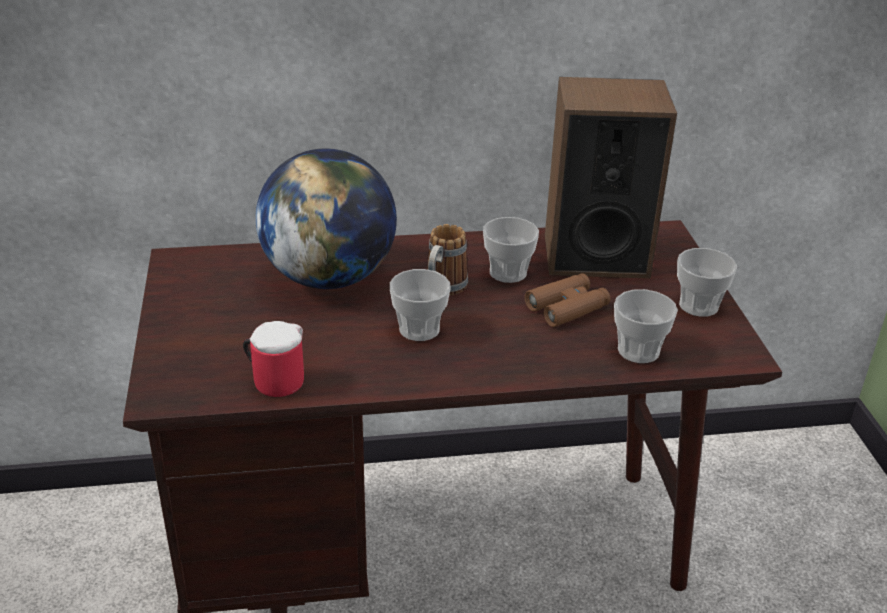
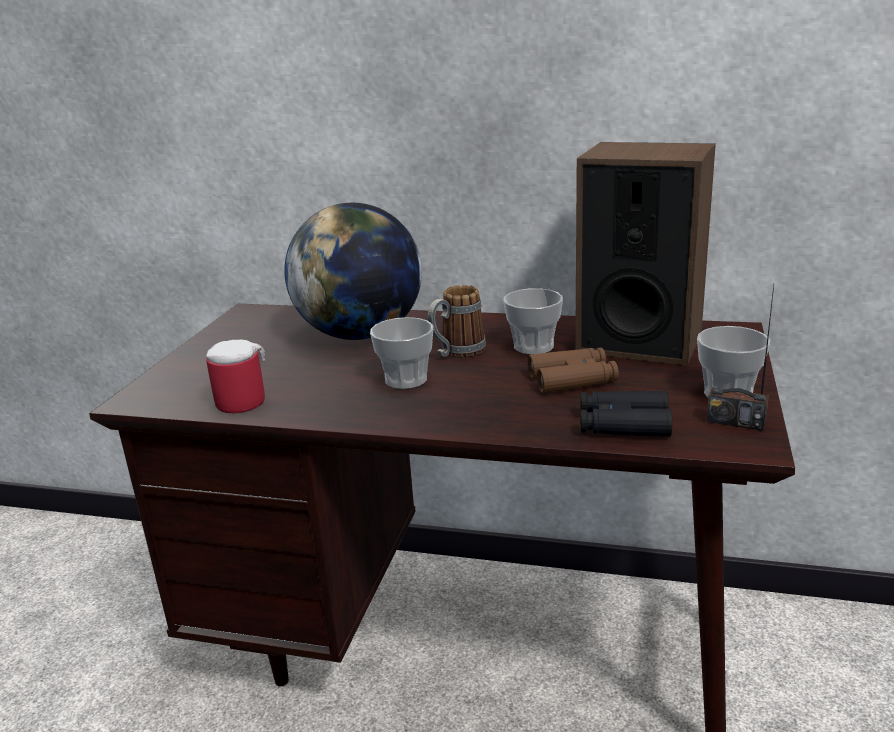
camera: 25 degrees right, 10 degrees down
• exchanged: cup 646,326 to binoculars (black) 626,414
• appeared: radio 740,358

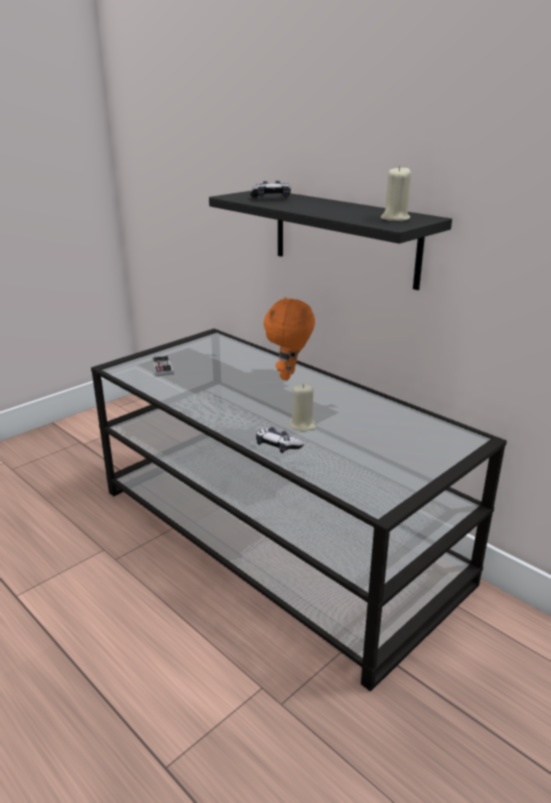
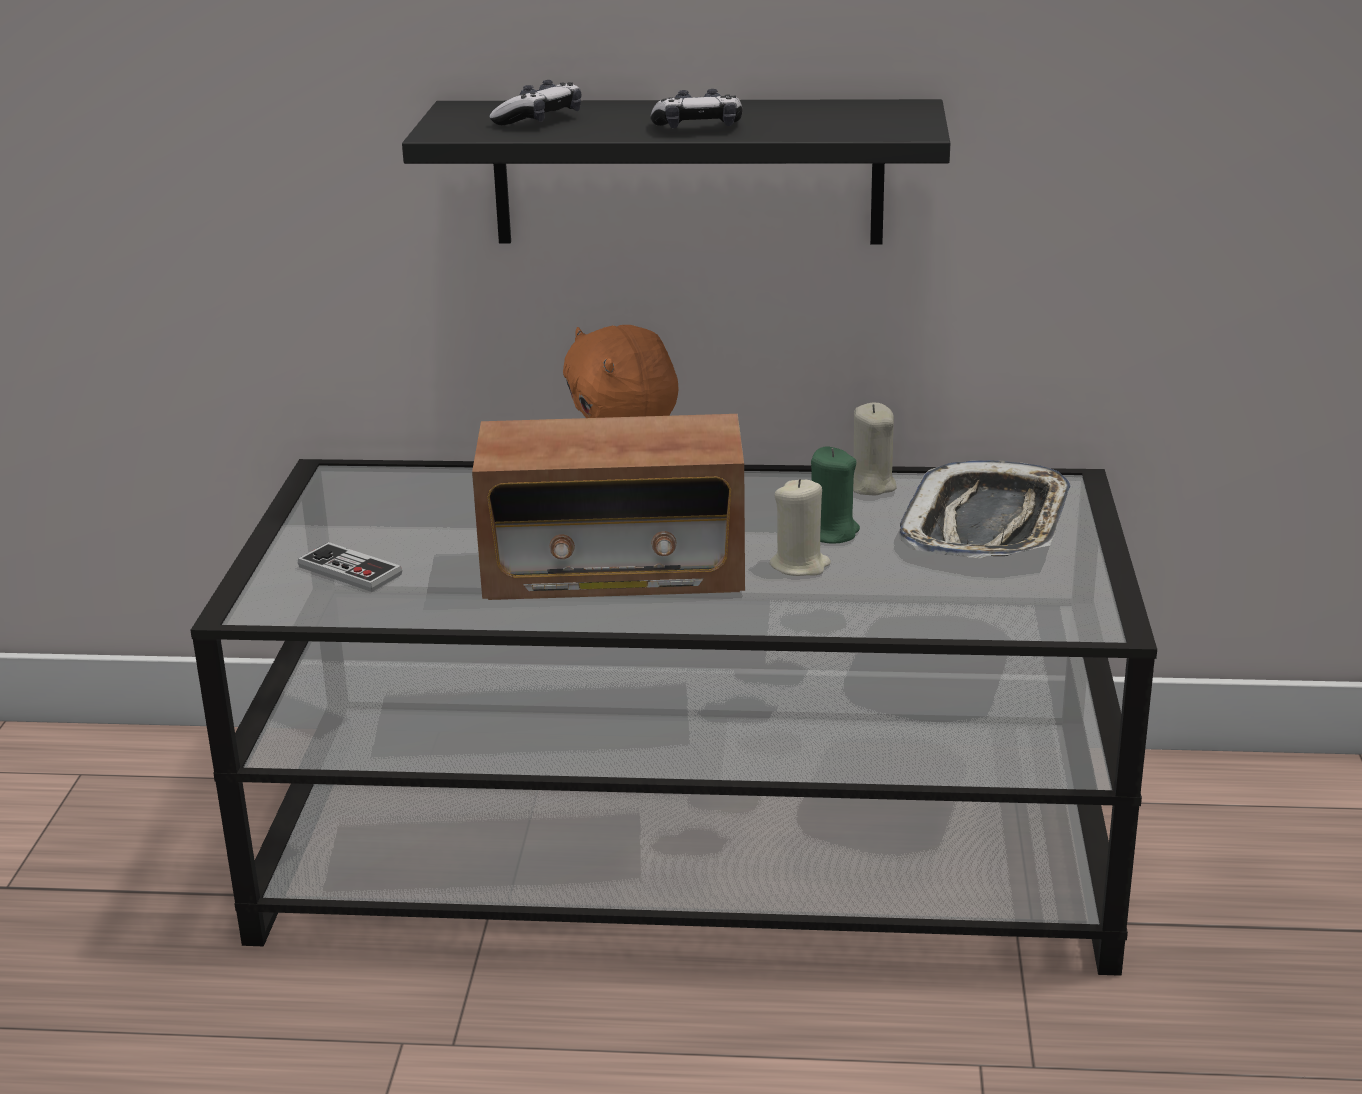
camera: 40 degrees left, 0 degrees up
• relocated: game controller 280,440 to 696,108
• relocated: candle (beige) 396,193 to 875,449
• appeared: radio 608,507
• appeared: candle (green) 835,495
• appeared: tray 985,509

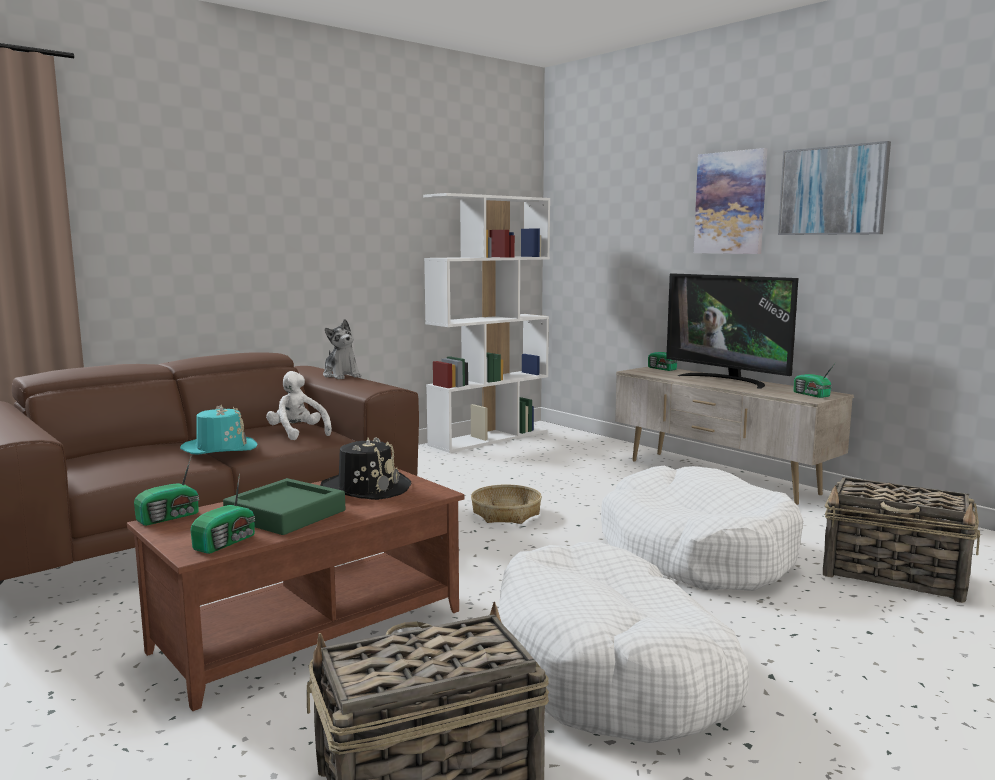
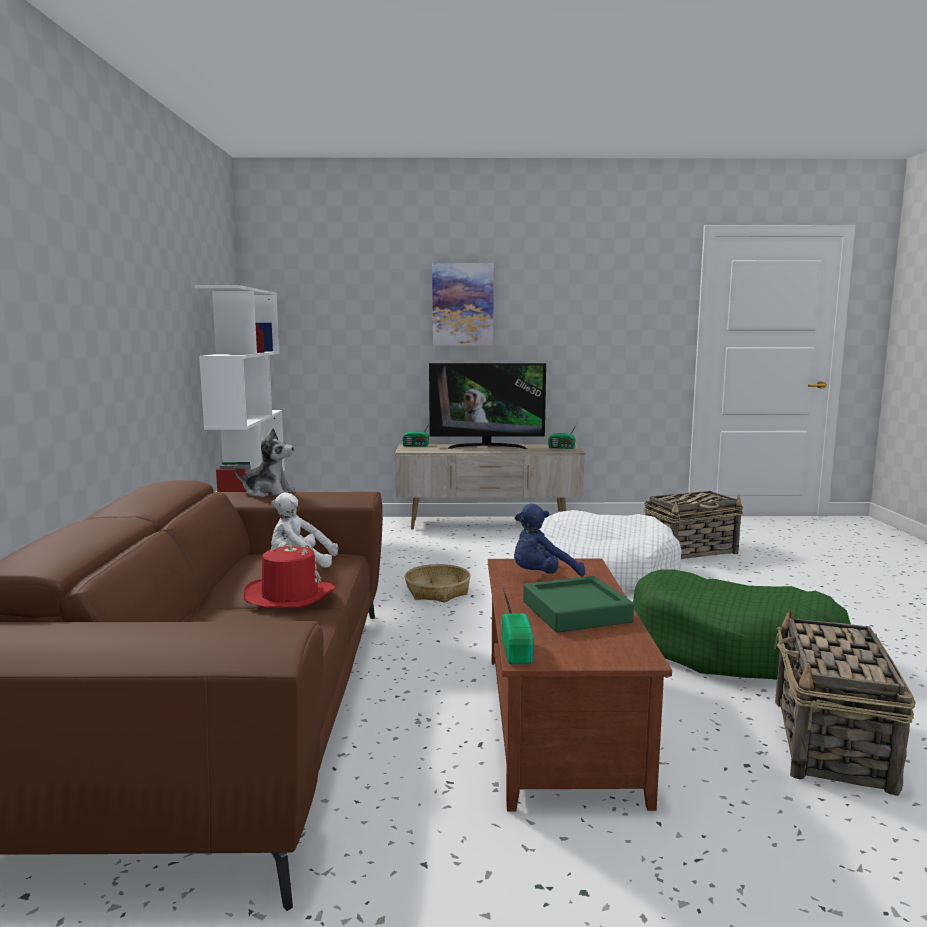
camera: 50 degrees left, 0 degrees up
• colour: hat (turquoise) 219,429 to hat (red) 290,575
• missing: radio 222,513
• exchanged: hat (black) 365,468 to plush toy (blue) 549,539
• colour: dog bed (white) 623,642 to dog bed (green) 742,624
• missing: picture 834,188

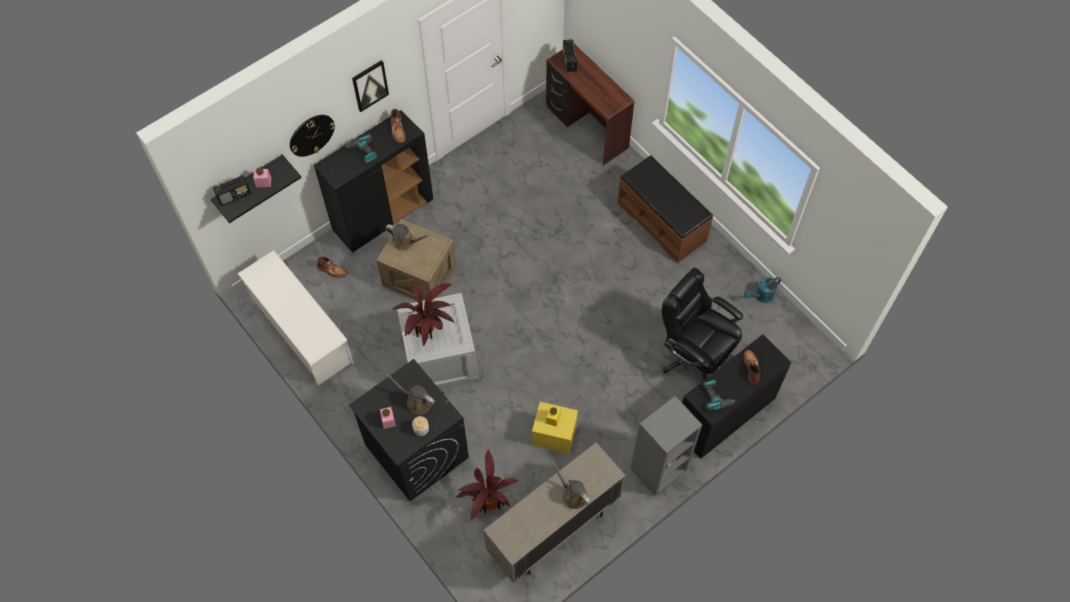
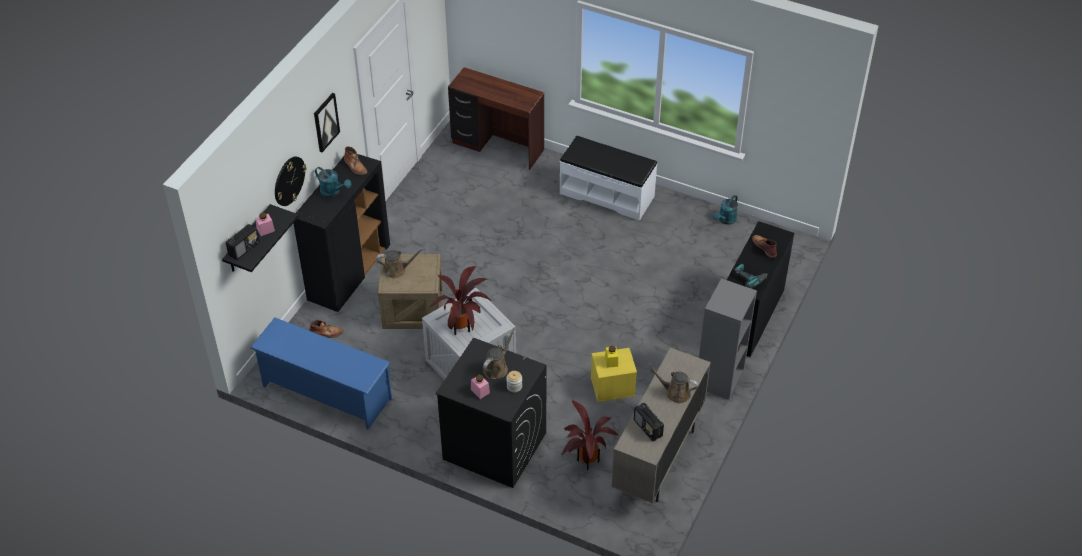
camera: 25 degrees left, 15 degrees down
• colour: shoe rack (white) 296,318 to shoe rack (blue) 321,373
• exchanged: power drill 361,148 to watering can (turquoise) 333,182
• spun: watering can (brown) 410,394 = 499,353 120 degrees clockwise
• relocated: radio 570,55 to 649,422
• colour: bench (brown) 665,209 to bench (white) 608,178
• missing: office chair (black) 702,324

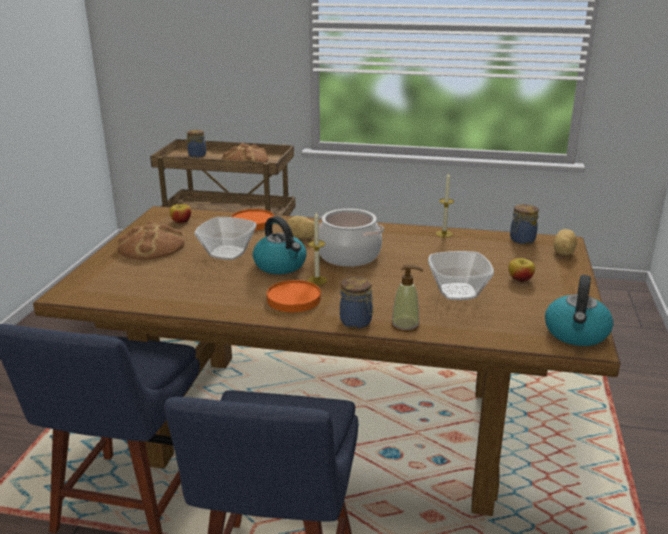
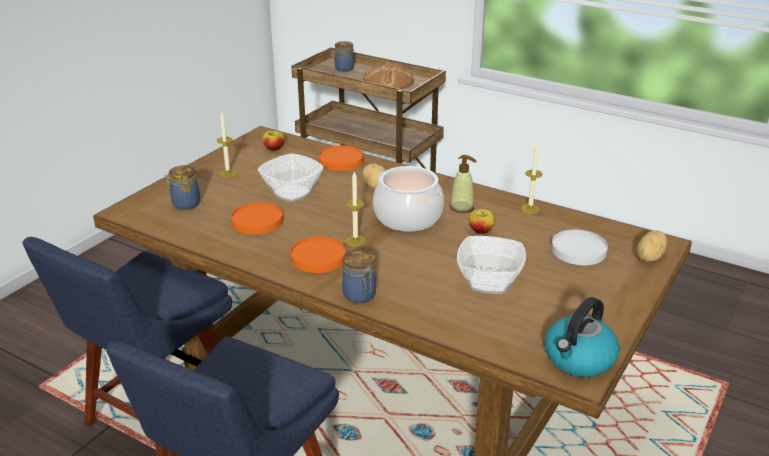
camera: 20 degrees right, 5 degrees up
• exchanged: bread 151,240 to candle 227,144
• missing: kettle 280,245
• relocated: soap dispenser 407,298 to 463,184
• relocated: apple 521,270 to 482,221
• relocated: jar 524,224 to 182,187
• appeared: plate (orange) 257,218
• appeared: plate (white) 579,247

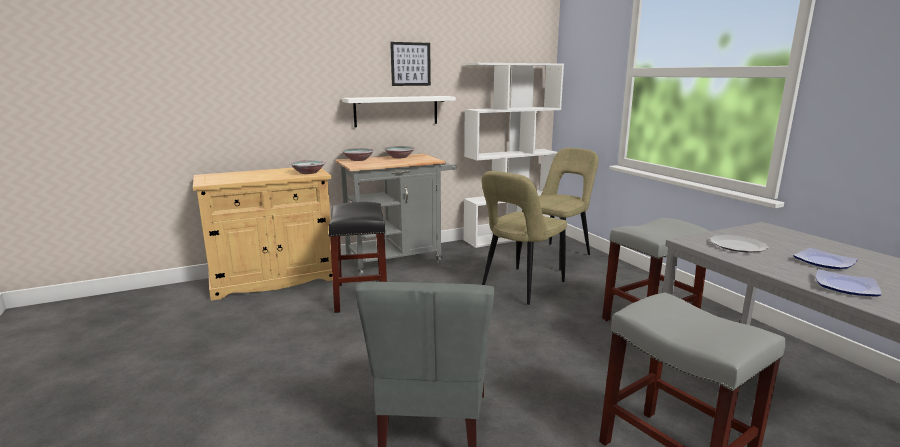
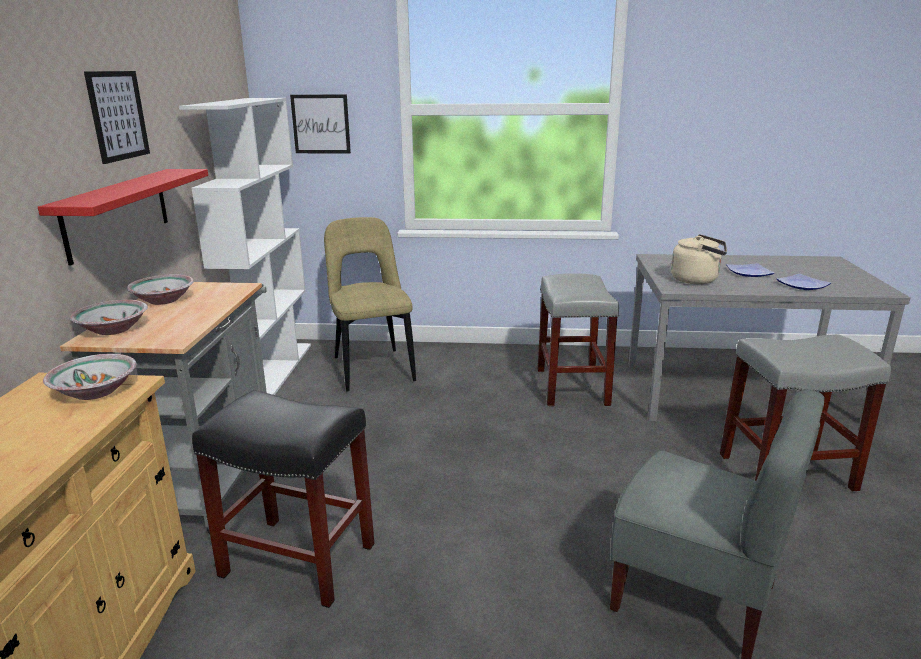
camera: 60 degrees left, 5 degrees up
• colour: shelf (white) 399,111 to shelf (red) 123,217
• missing: chair (beige) 524,238
• exchanged: plate 739,243 to kettle (beige) 699,259
• appeared: picture 320,123

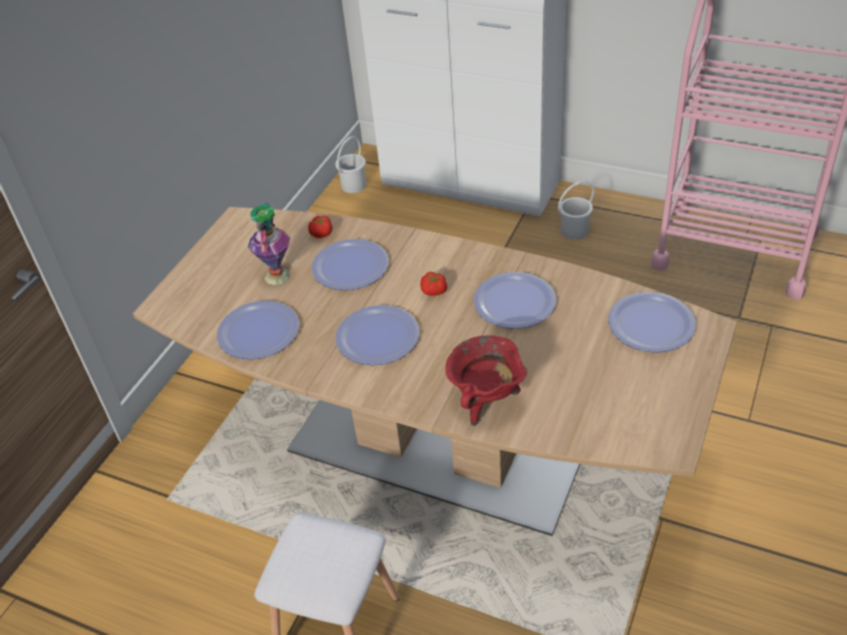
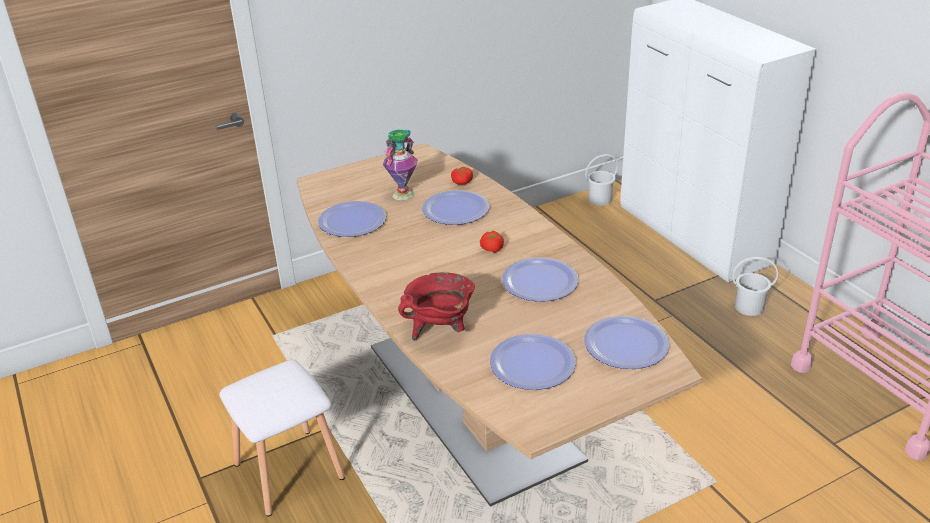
camera: 35 degrees right, 10 degrees down
• relocated: plate 377,335 to 533,362

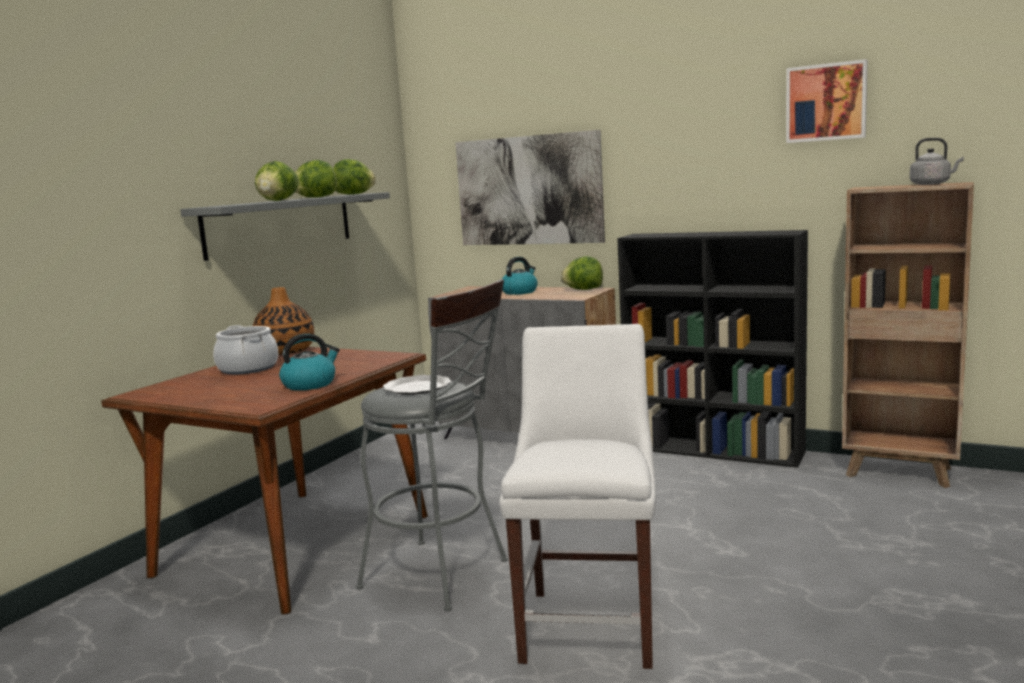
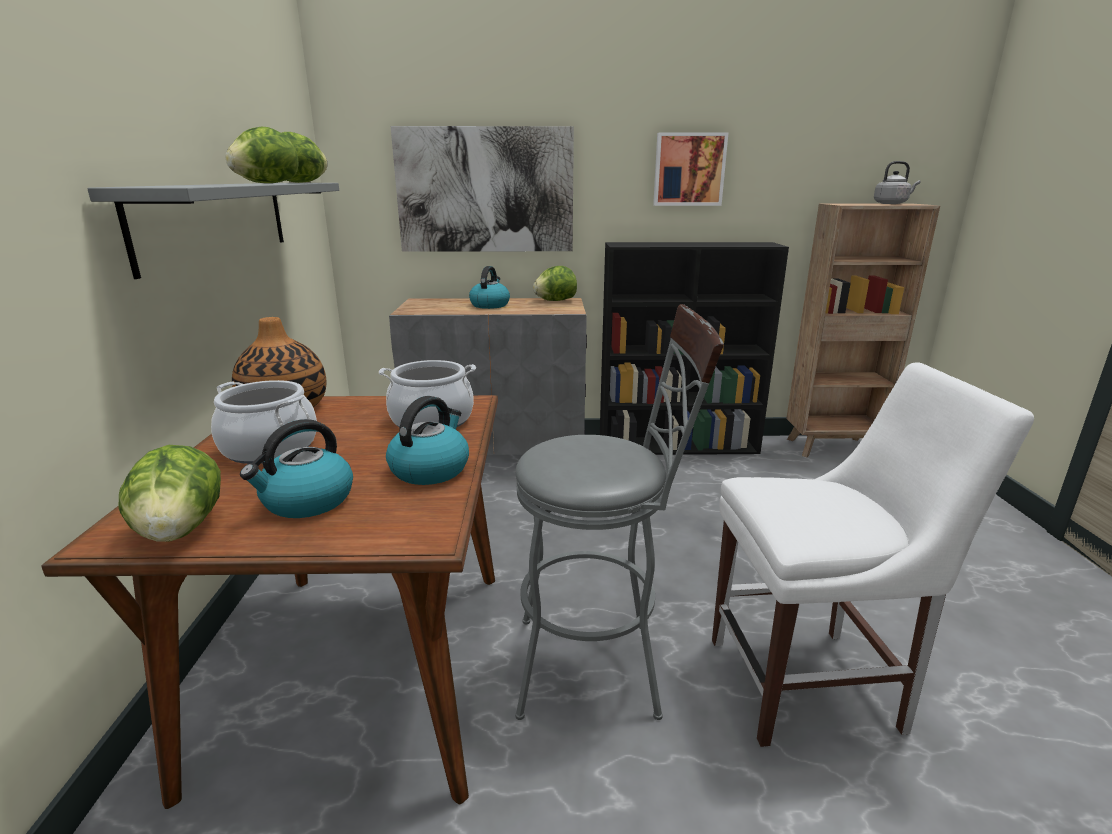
camera: 30 degrees left, 10 degrees up
• relocated: lettuce 277,181 to 170,493
• missing: plate 417,385
• spun: chair (white) 577,496 = 873,554 105 degrees clockwise
• relocated: picture 827,101 to 690,169
• appeared: kettle 296,468
• appeared: cooking pot 427,394

